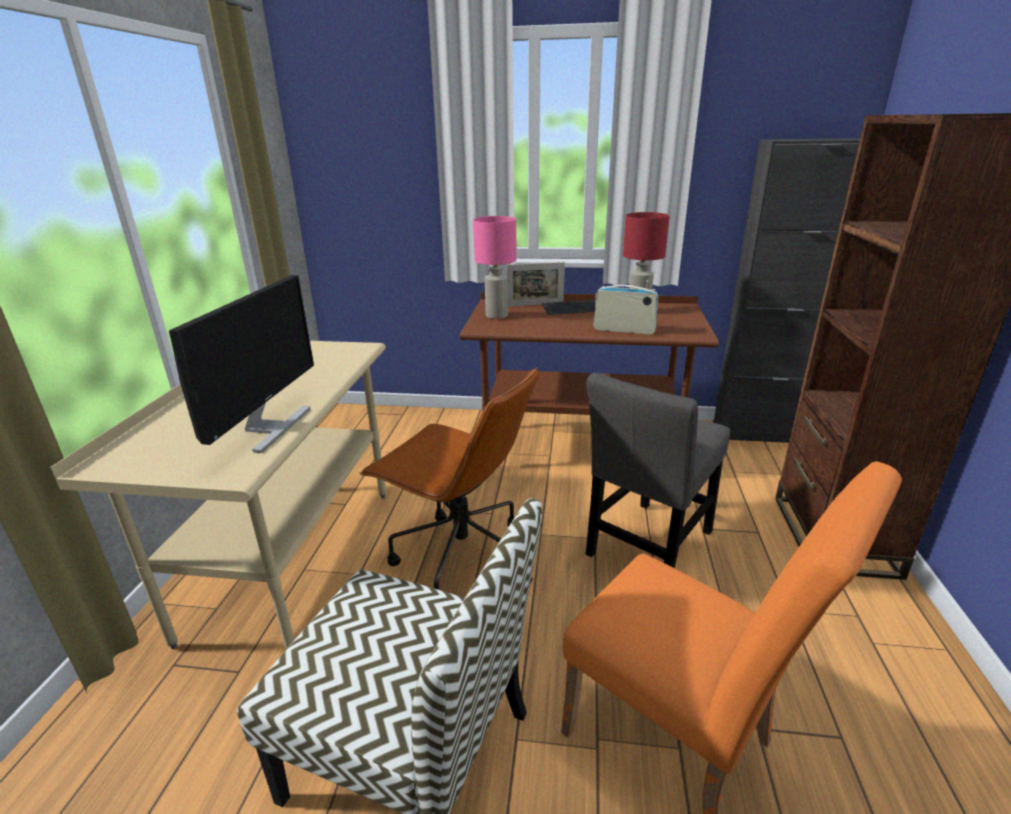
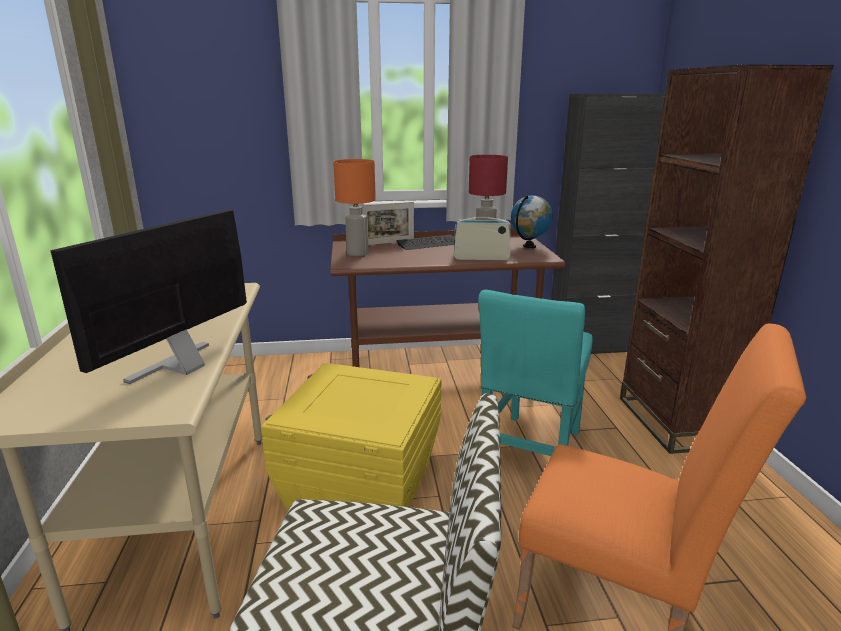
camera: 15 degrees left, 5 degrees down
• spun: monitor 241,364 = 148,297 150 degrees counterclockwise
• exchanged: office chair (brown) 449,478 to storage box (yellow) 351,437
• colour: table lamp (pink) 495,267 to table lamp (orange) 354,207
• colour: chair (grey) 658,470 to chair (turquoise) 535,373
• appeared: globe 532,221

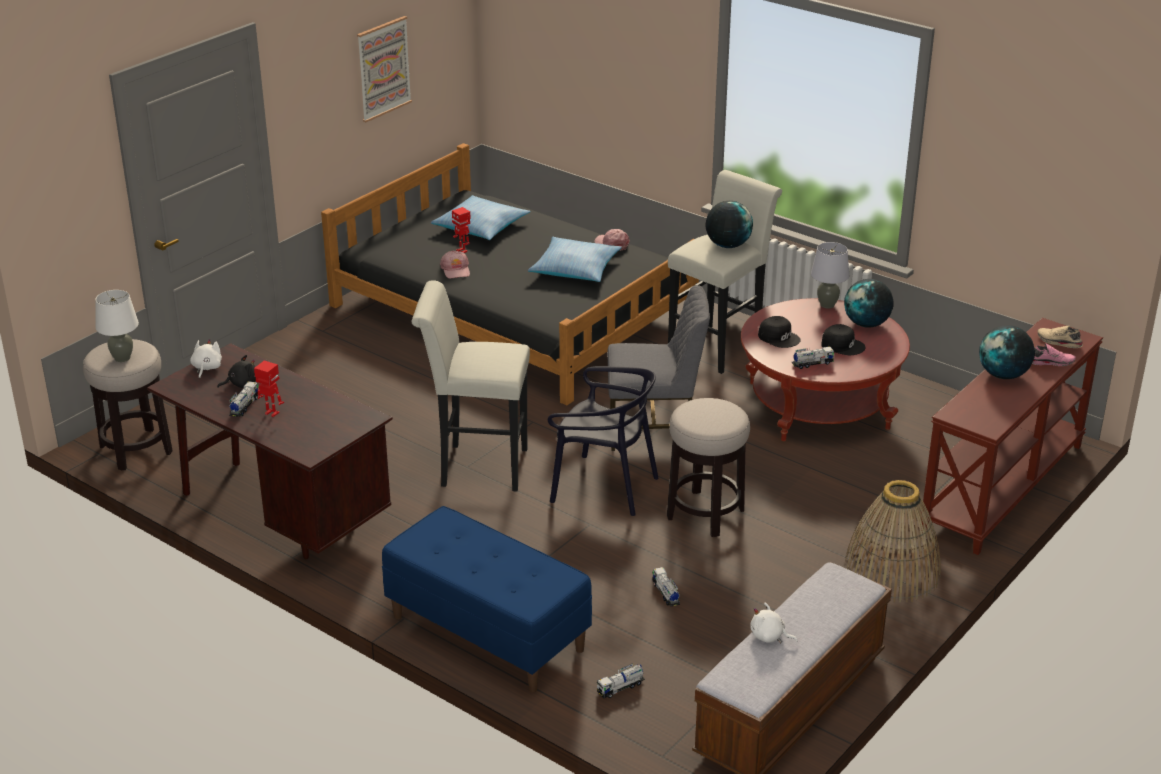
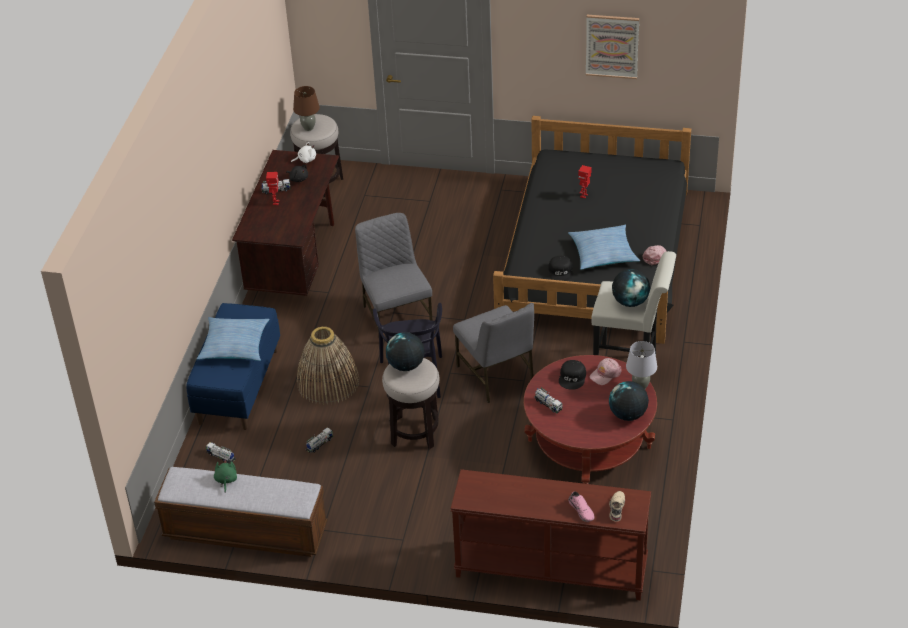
camera: 65 degrees right, 10 degrees up
• colour: table lamp (white) 117,326 to table lamp (brown) 306,108
• exchanged: stool (white) 470,386 to chair (grey) 394,273
• relocated: pillow 480,217 to 233,339
• relocated: cap (pink) 455,264 to 606,371
• colour: plush toy (white) 774,623 to plush toy (green) 225,476
• relocated: cap (black) 843,339 to 560,268
• relocated: basket 892,541 to 328,366
• relocated: globe 1007,352 to 405,351

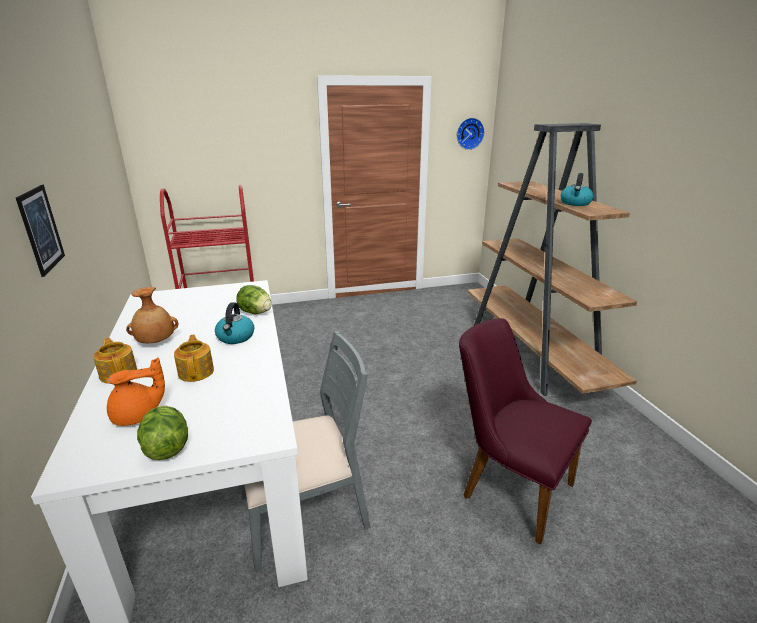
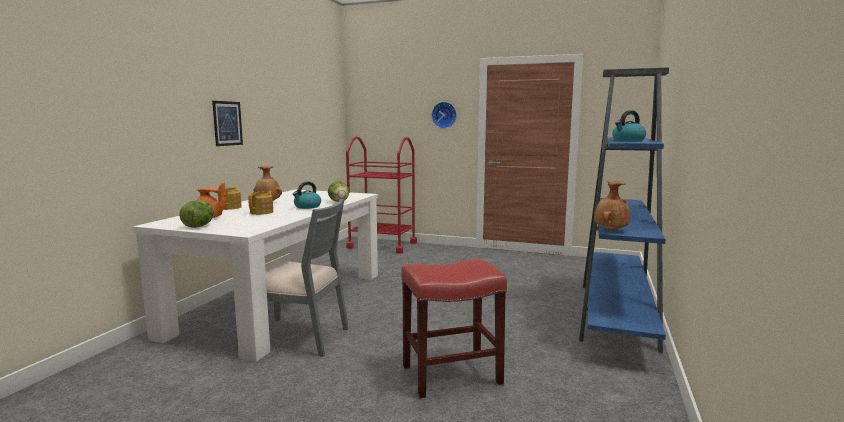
camera: 35 degrees right, 15 degrees down
• relocated: wall clock 470,134 to 444,115
• exchanged: chair (purple) 525,431 to stool (red) 454,329
• colour: bookcase (brown) 552,259 to bookcase (blue) 624,210
• appeared: vase (brown) 612,205

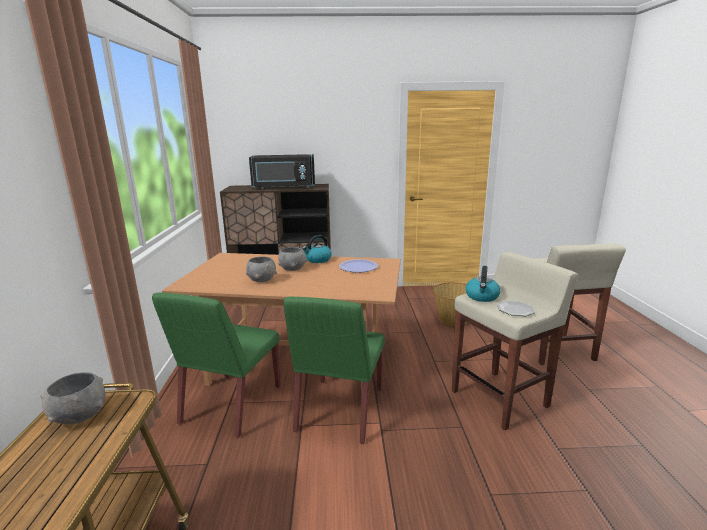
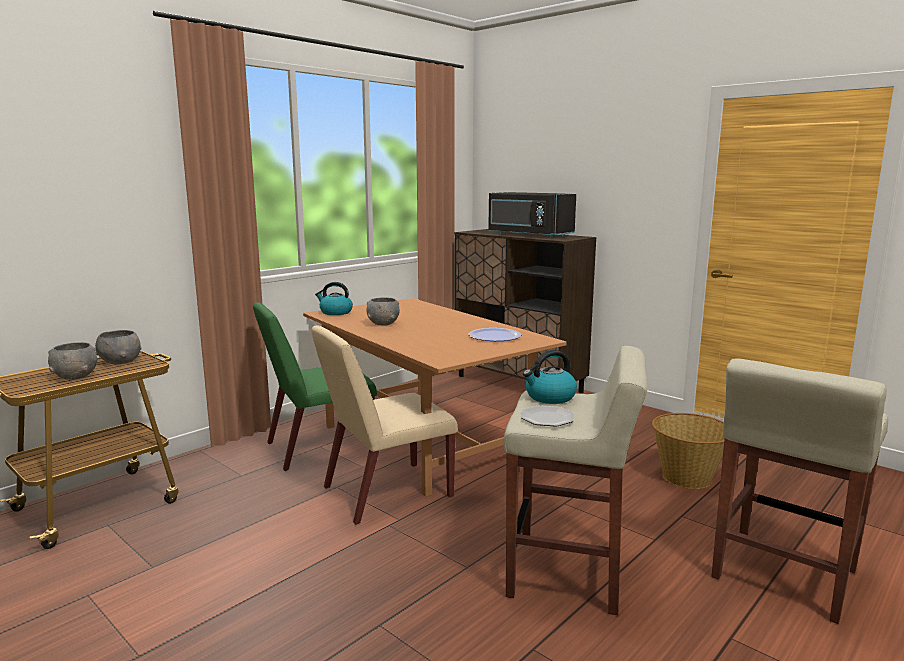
camera: 45 degrees right, 5 degrees down
• relocated: bowl (grey) 292,259 to 72,361
• colour: chair (green) 334,370 to chair (beige) 385,425
• relocated: kettle 317,249 to 334,298

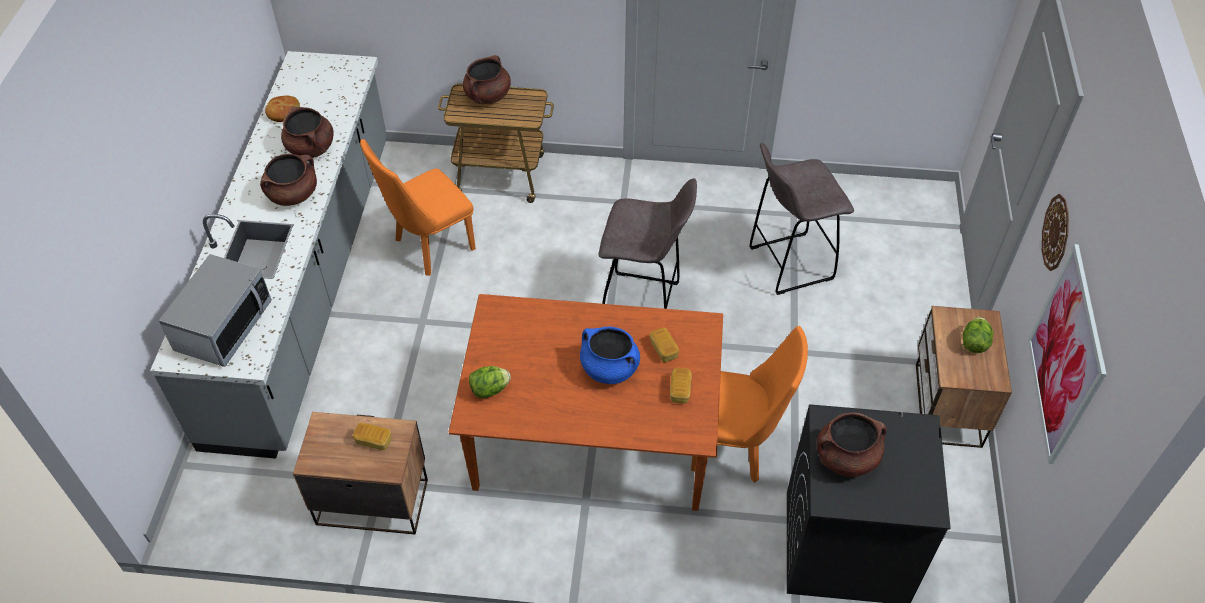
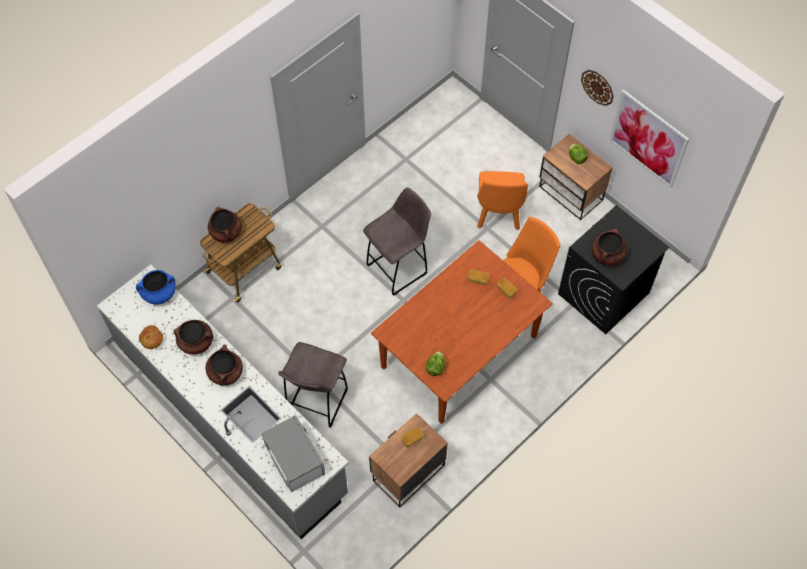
camera: 50 degrees left, 10 degrees up
• relocated: chair (orange) 418,207 to 502,200
• relocated: cooking pot (blue) 610,355 to 156,287
• relocated: stool (grey) 801,218 to 313,385

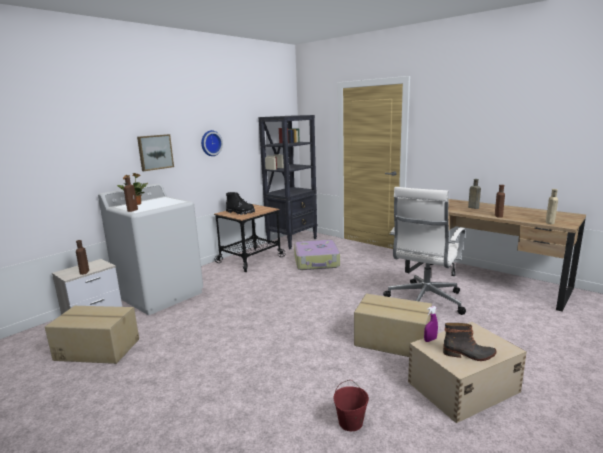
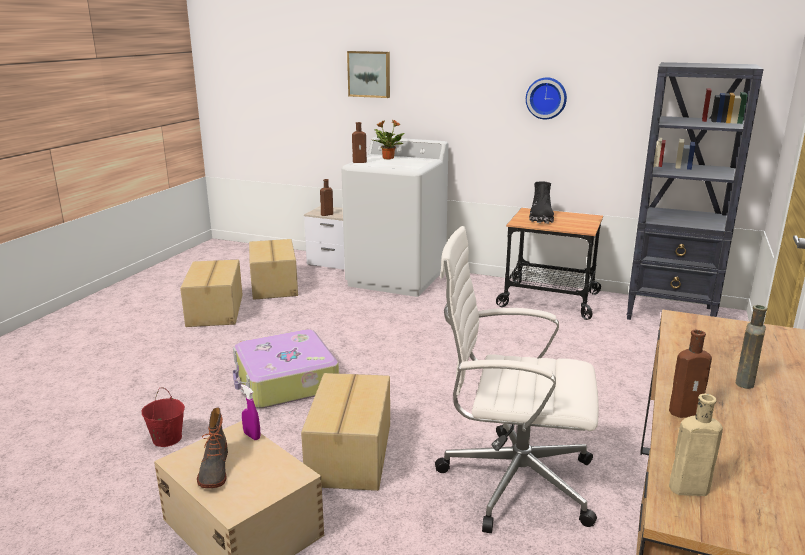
camera: 70 degrees right, 5 degrees up
• relocated: picture 155,152 to 368,74
• relocated: suitcase 317,255 to 286,368
• appeared: cardboard box 211,293

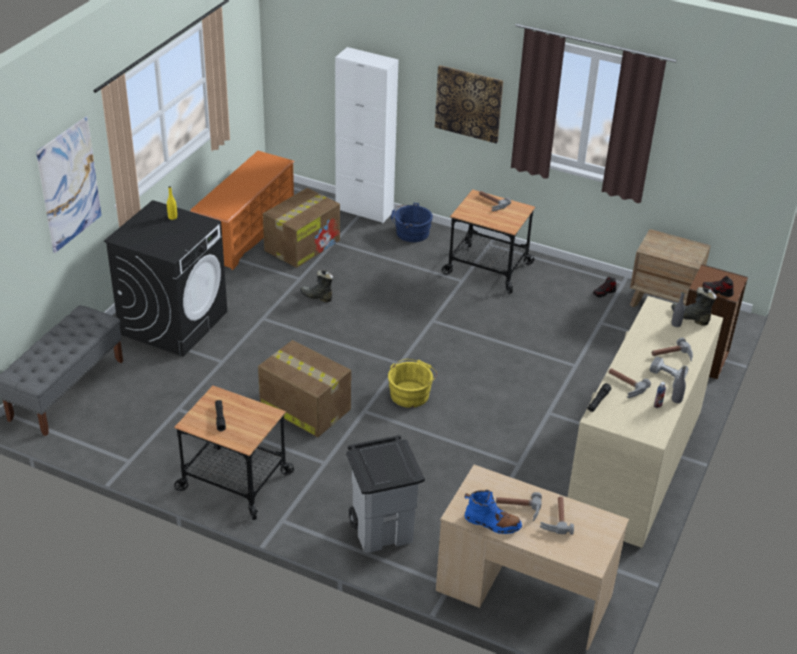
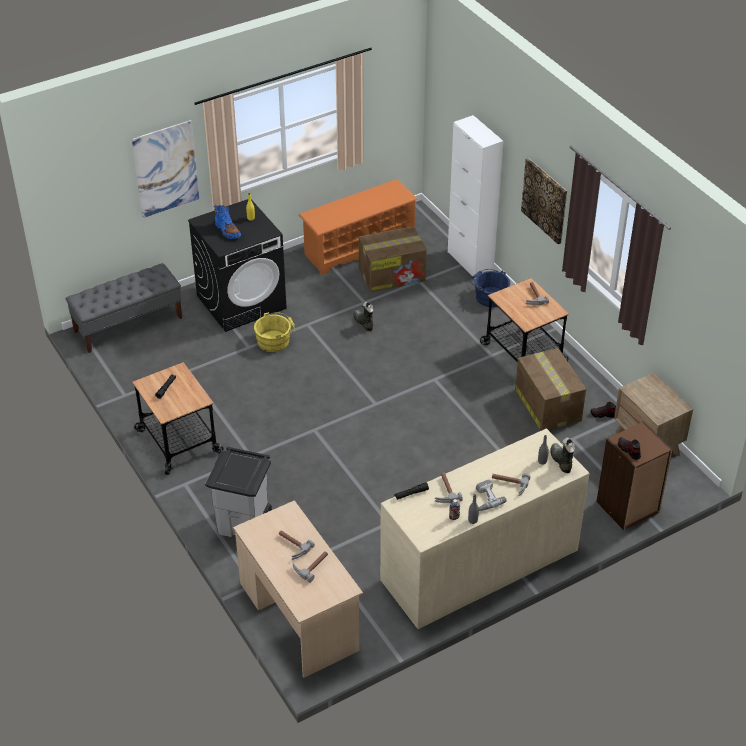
camera: 35 degrees right, 5 degrees up
• relocated: cardboard box 304,388 to 550,389
• relocated: bucket (yellow) 412,383 to 274,332
• relocated: boot (blue) 493,512 to 227,222

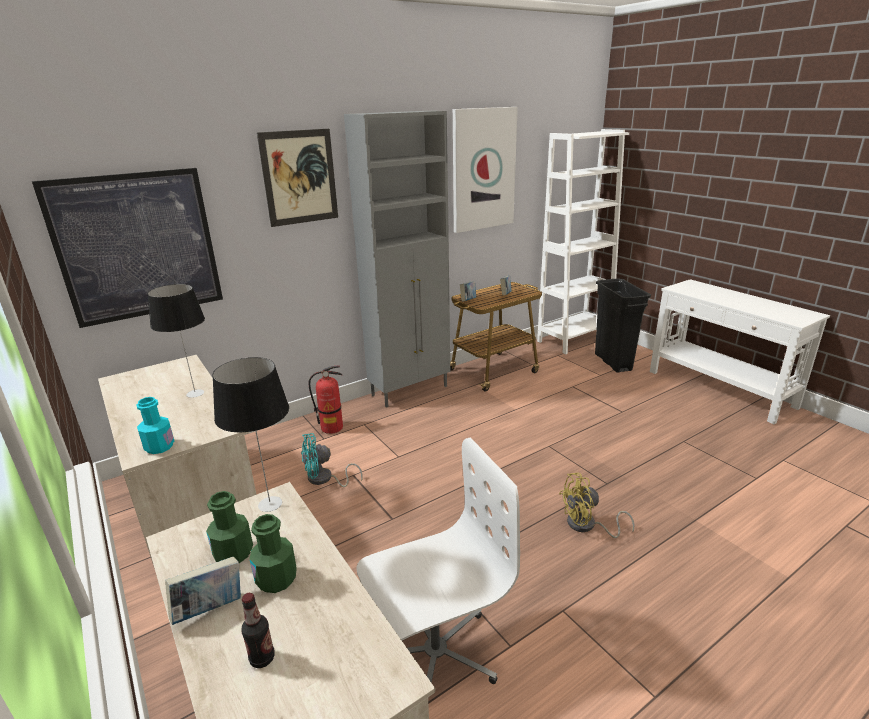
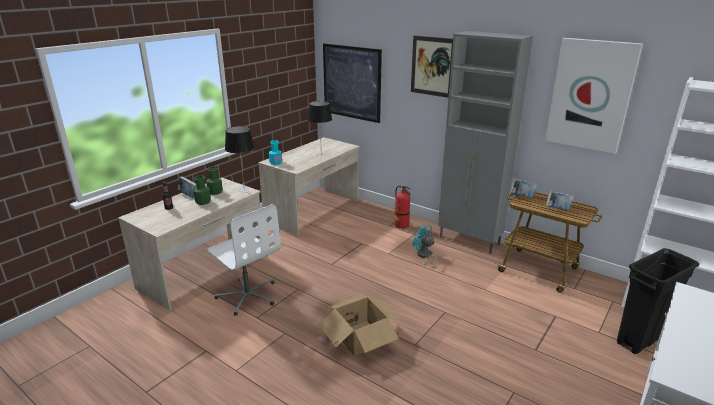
camera: 70 degrees right, 0 degrees up
• relocated: fan (turquoise) 332,460 to 425,246
• exchanged: fan (yellow) 597,505 to cardboard box 361,326

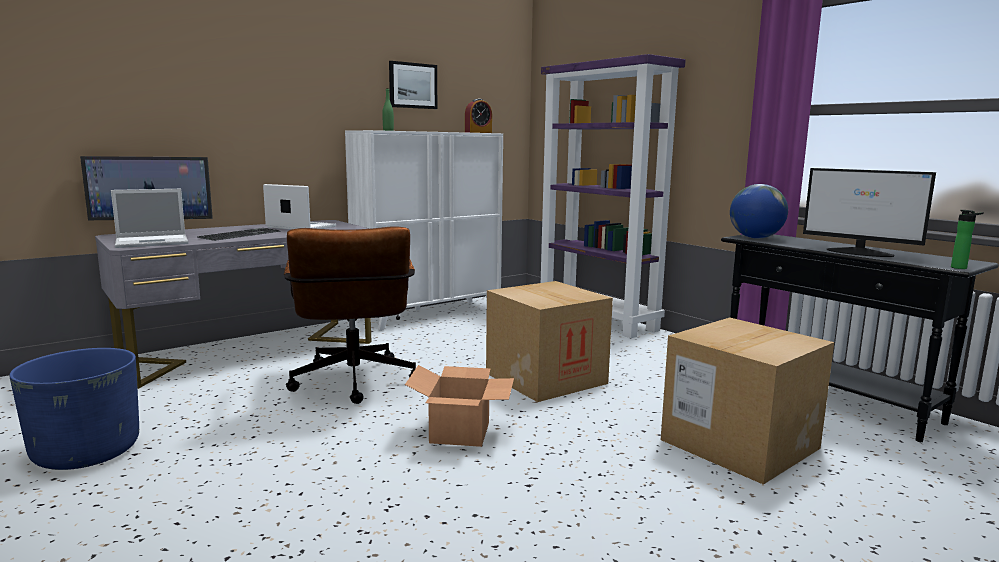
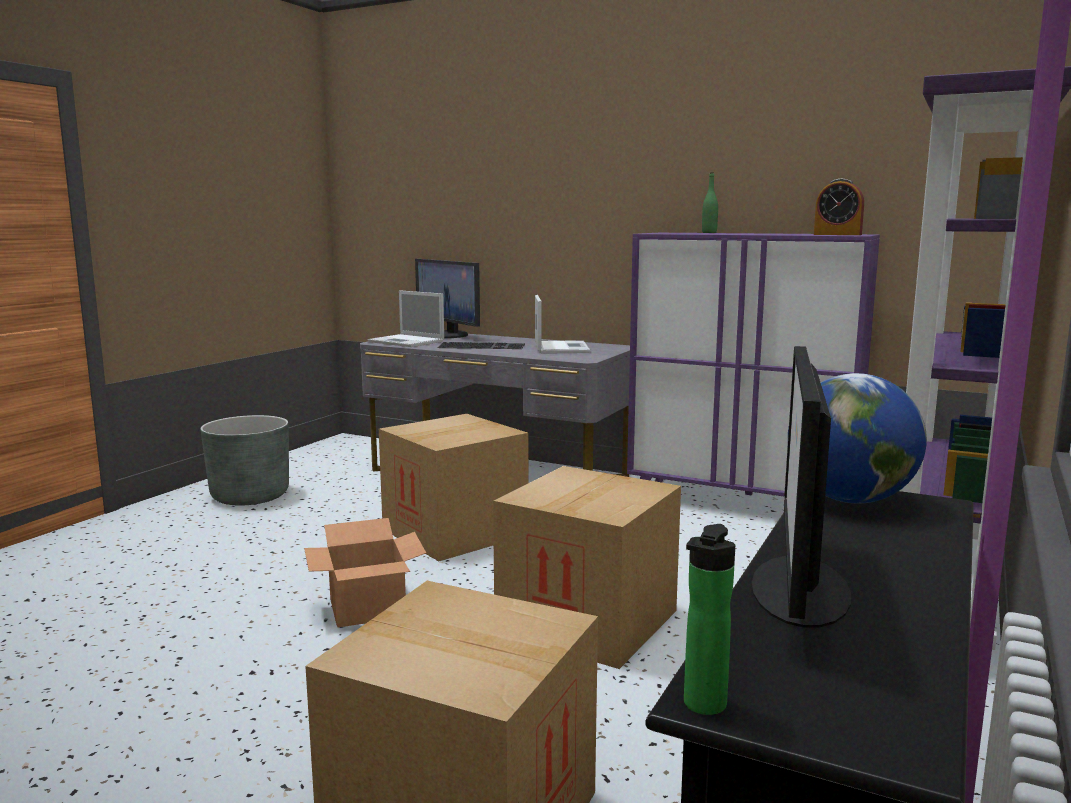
camera: 65 degrees right, 0 degrees up
• colour: planter (blue) 74,409 to planter (grey) 244,460
• exchanged: office chair (brown) 350,315 to cardboard box 453,487
• colour: cabinet (white) 424,230 to cabinet (purple) 753,364
• missing: picture 413,85

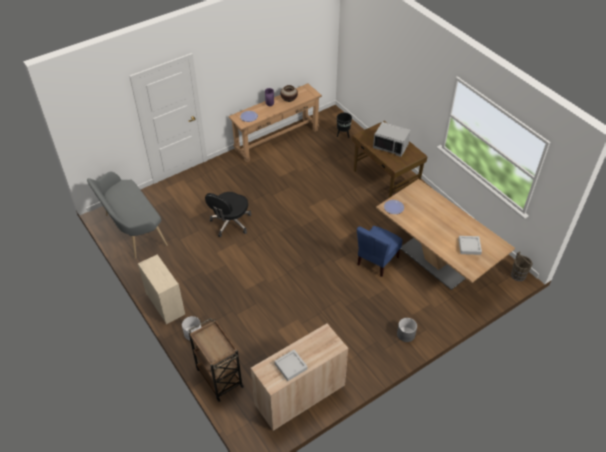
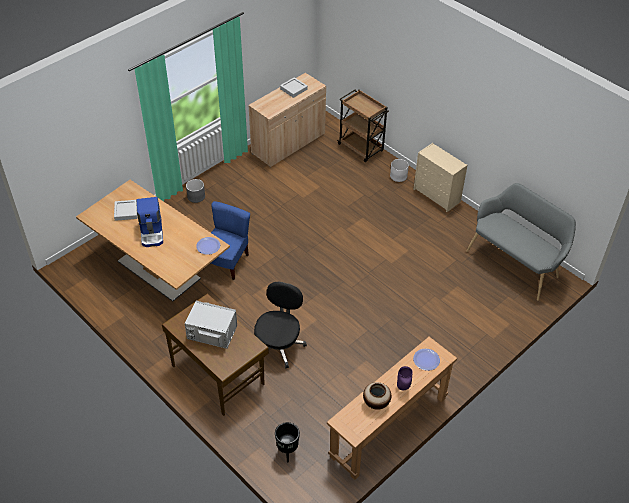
camera: 170 degrees right, 0 degrees up
• relocated: office chair (black) 228,214 to 280,325
• missing: bucket (brown) 522,266
• appeared: coffee machine 149,222

